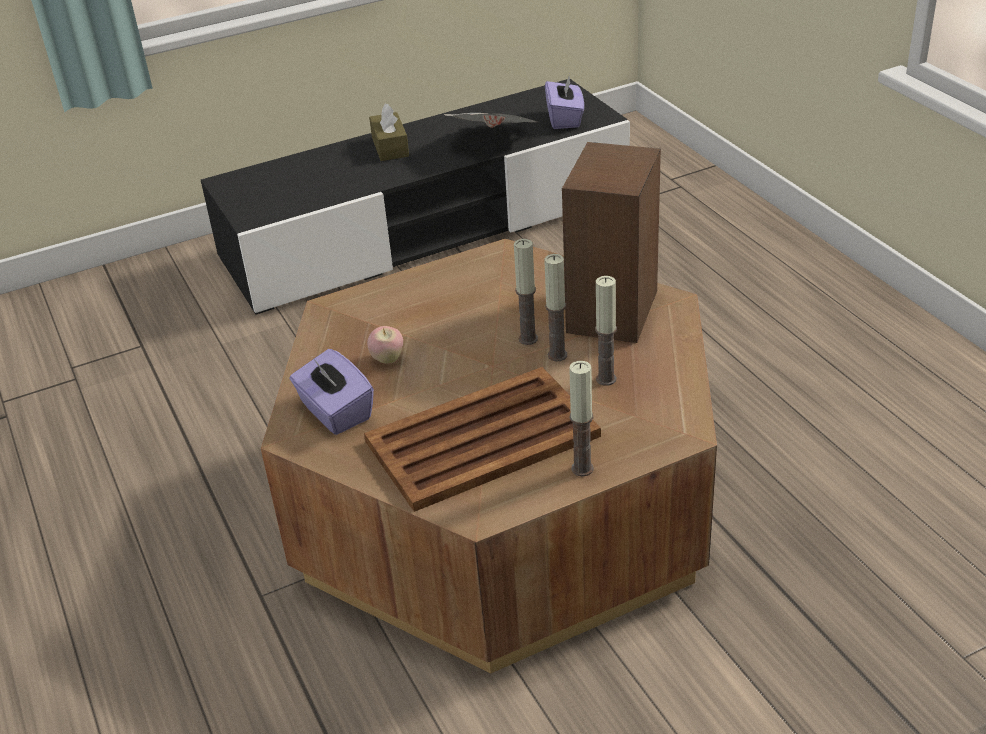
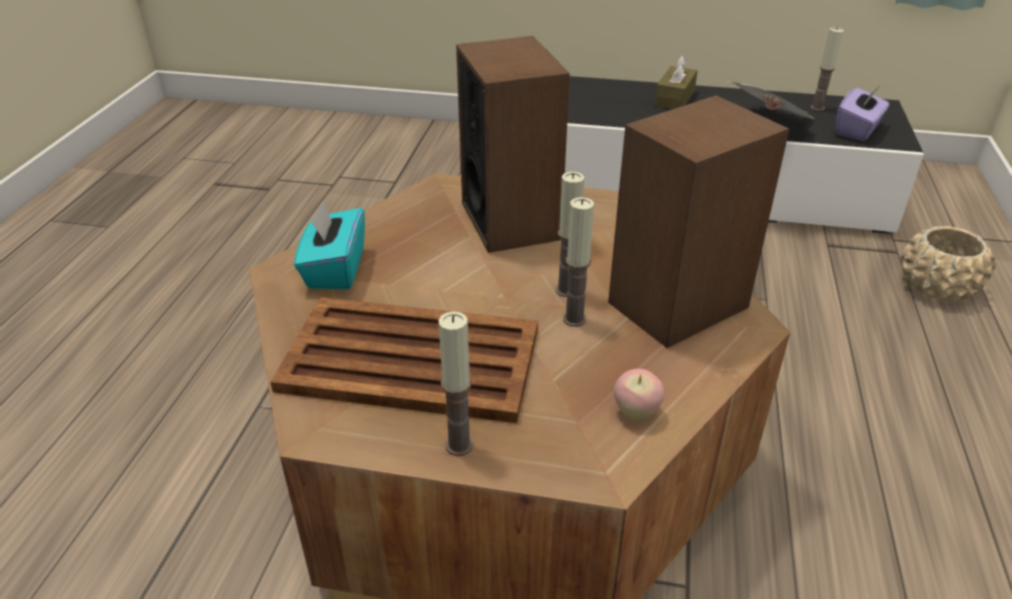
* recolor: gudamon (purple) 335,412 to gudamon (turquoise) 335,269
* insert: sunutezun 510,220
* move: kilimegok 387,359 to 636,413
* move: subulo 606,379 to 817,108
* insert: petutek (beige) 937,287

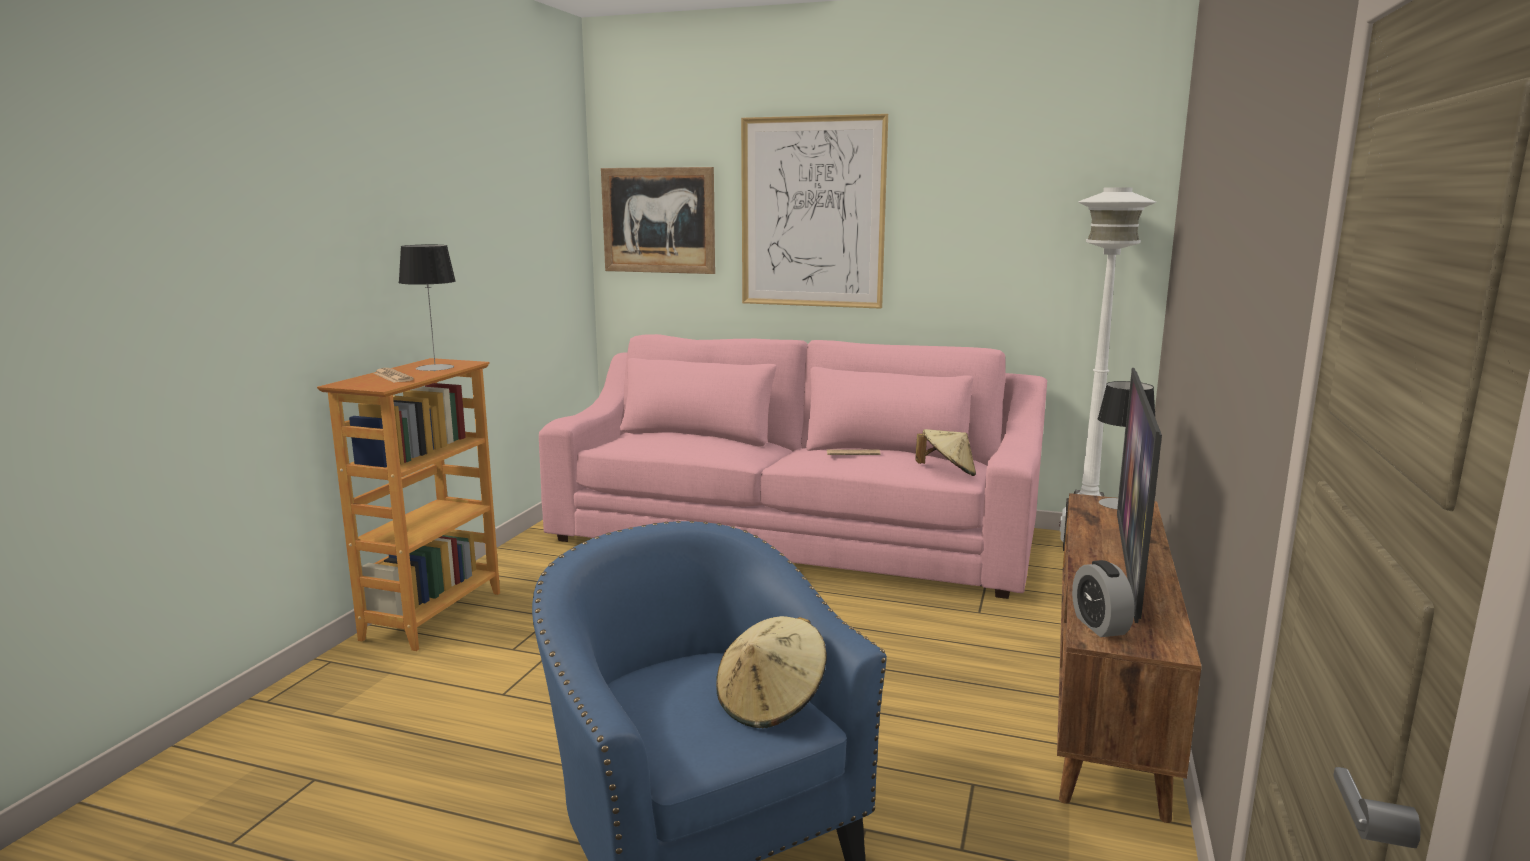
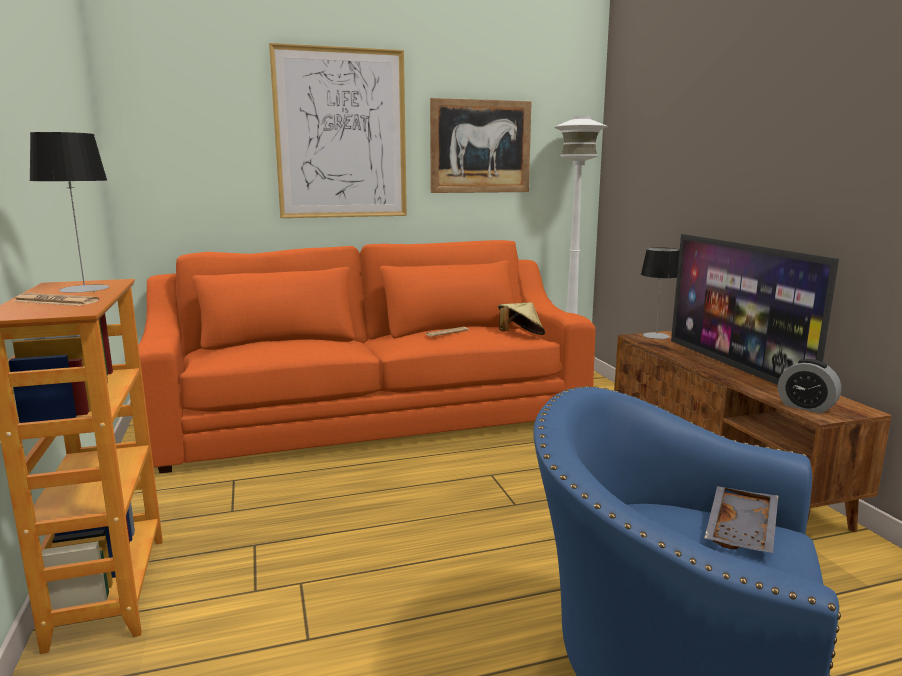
* recolor: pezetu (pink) 793,535 to pezetu (orange) 373,416
* move: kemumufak 658,220 to 480,146
* replace: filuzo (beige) 771,703 to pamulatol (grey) 743,530

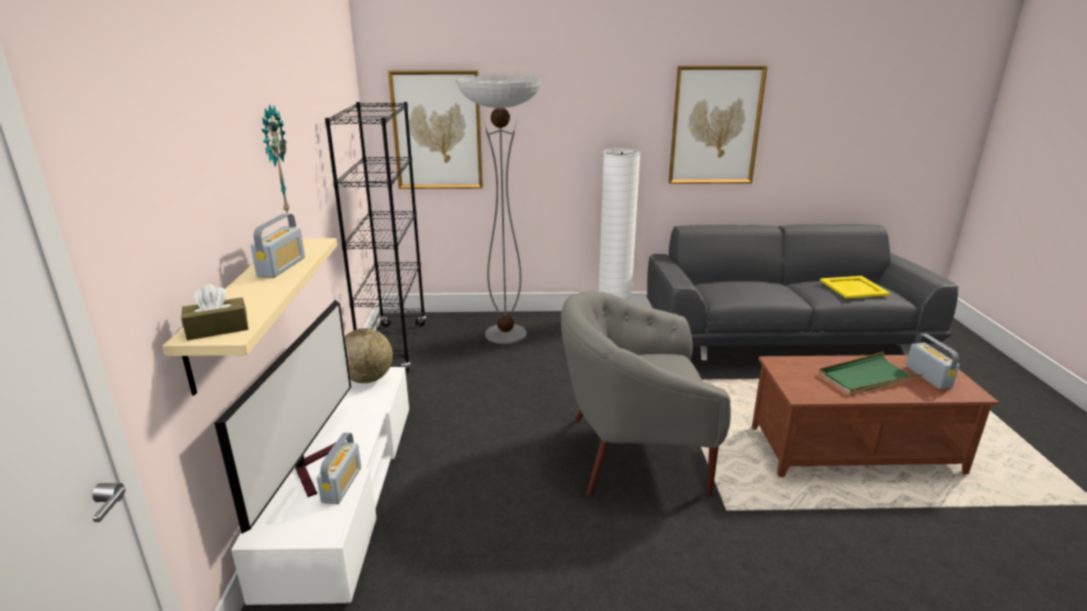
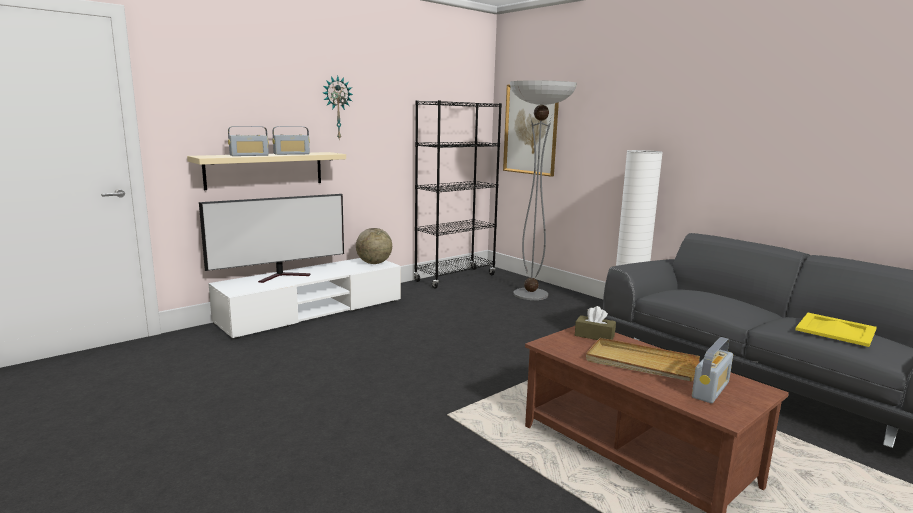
* move: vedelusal 342,485 to 249,155
* move: gudamon (brown) 218,329 to 594,336
* recolor: pamulatol (green) 867,377 to pamulatol (beige) 641,363
* delete: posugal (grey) 636,452
* delete: kemumufak 715,126

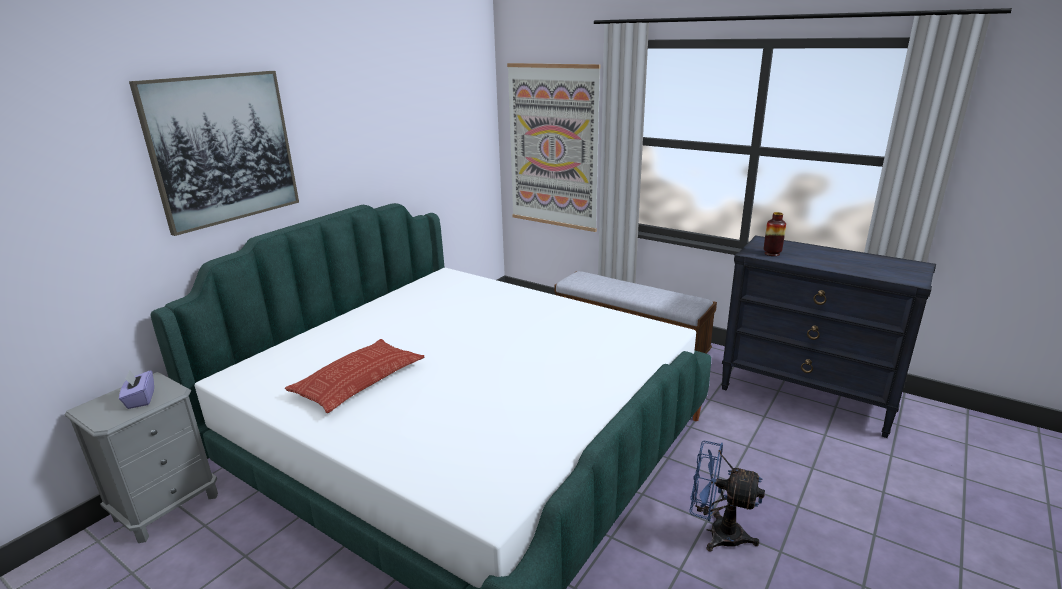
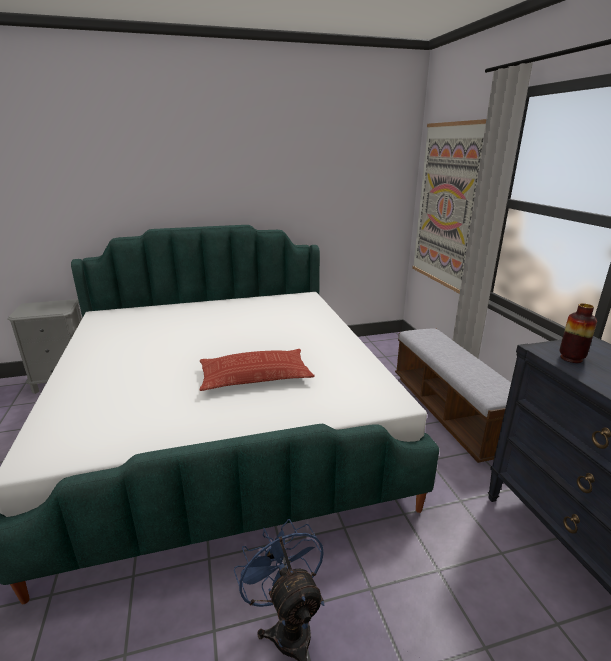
* move: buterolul 359,381 to 255,376
* delete: gudamon (purple) 140,399
* delete: kemumufak 223,149

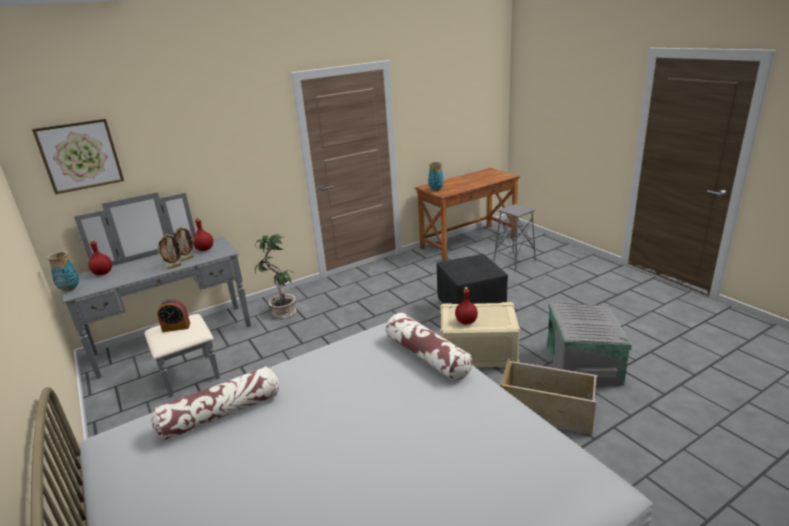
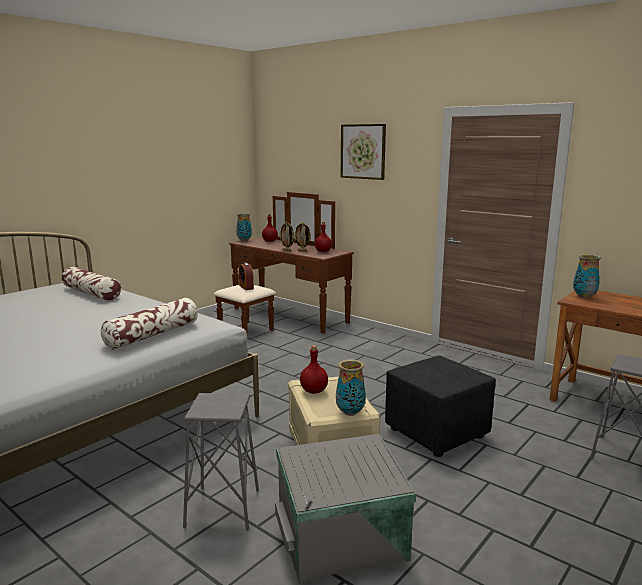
* replace: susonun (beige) 547,412 to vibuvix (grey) 223,508
* recolor: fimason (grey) 178,347 to fimason (brown) 280,319
* insert: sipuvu 350,412
* move: kemumufak 80,156 to 363,151
* delete: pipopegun 282,312

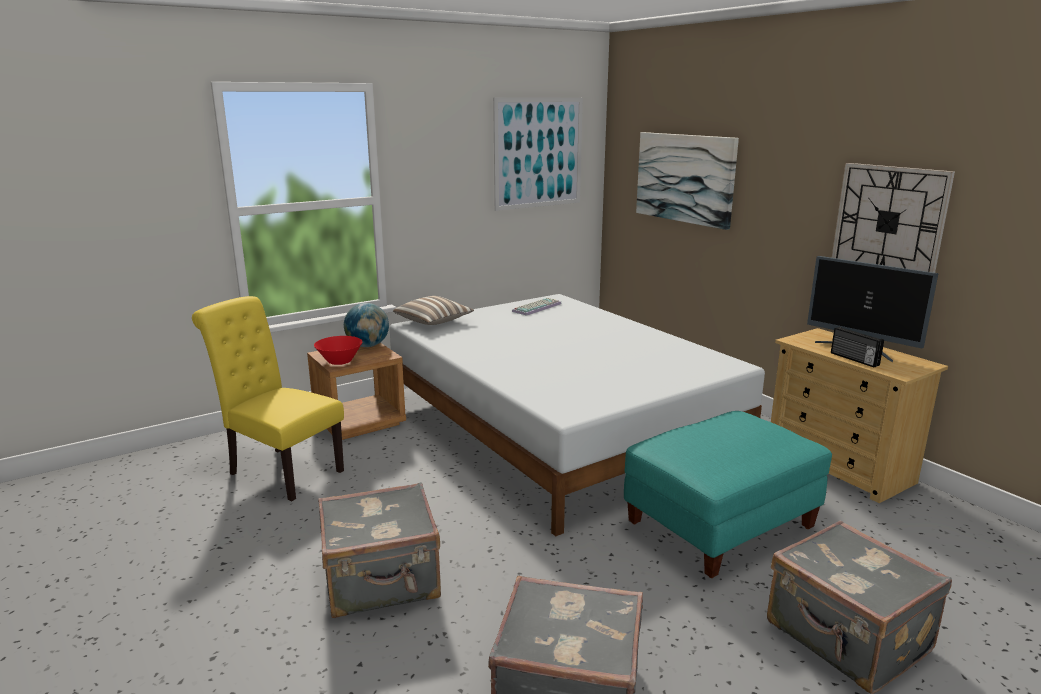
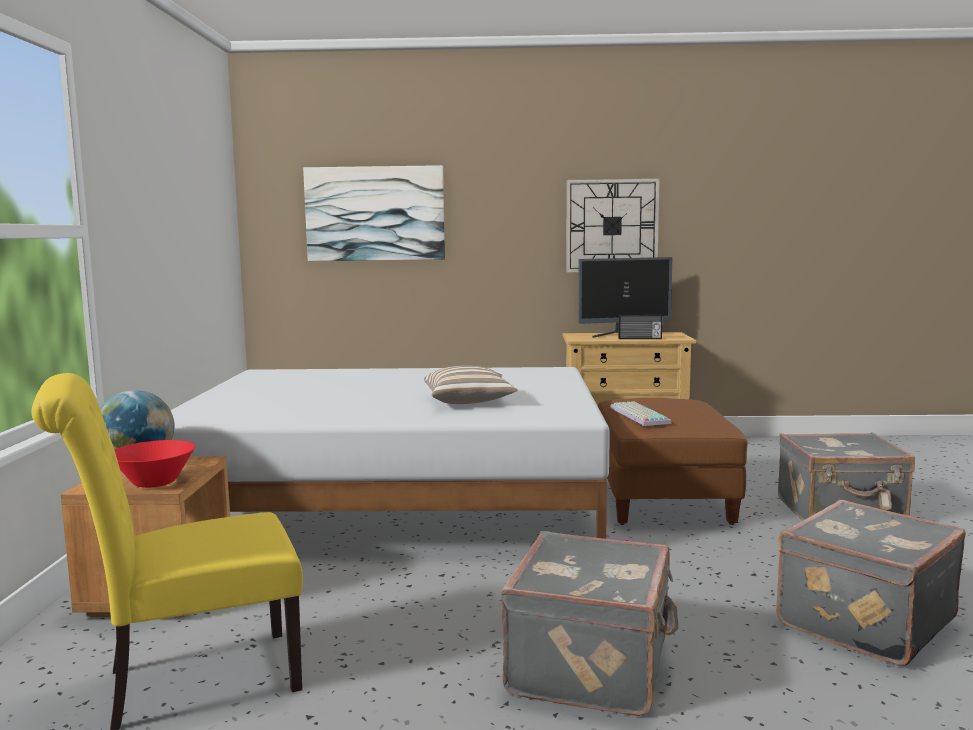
* move: buterolul 434,322 to 469,402
* recolor: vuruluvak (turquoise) 720,525 to vuruluvak (brown) 662,499
* move: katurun 536,307 to 637,415
* delete: kemumufak 538,153

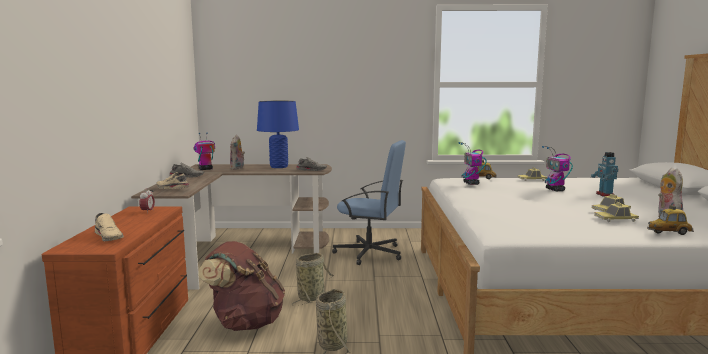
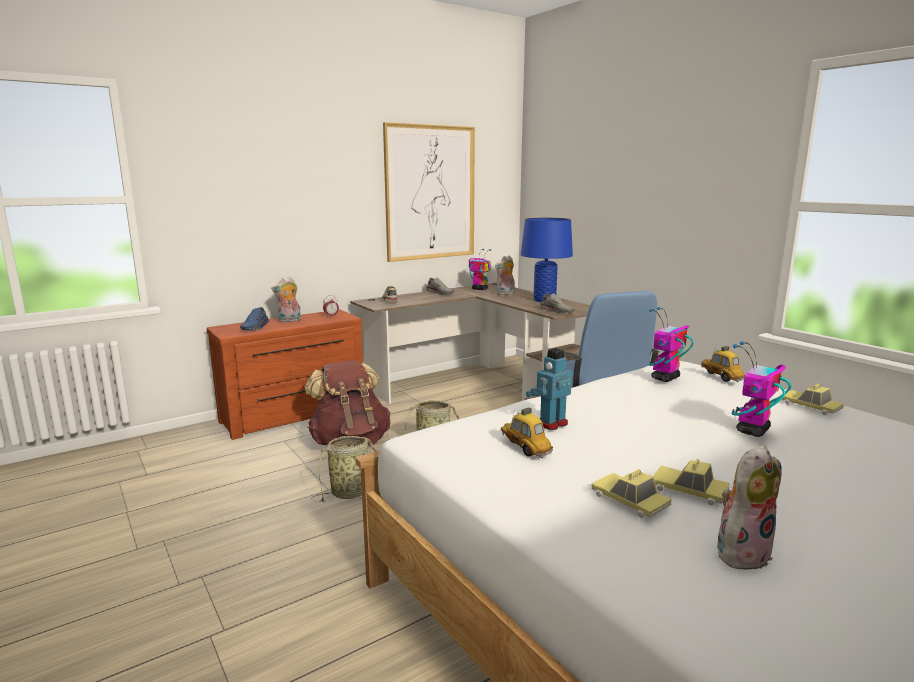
* recolor: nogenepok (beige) 109,236 to nogenepok (blue) 256,327
* insert: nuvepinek 289,321
* insert: kemumufak 430,193
* move: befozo 669,233 to 524,448
* move: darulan 604,195 to 551,423

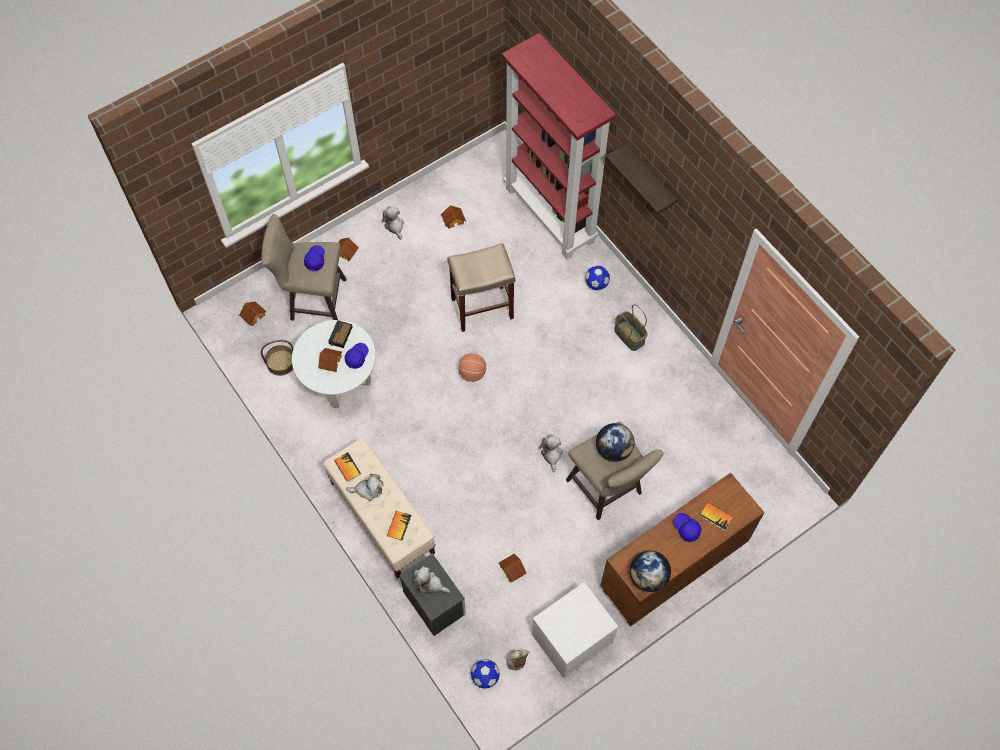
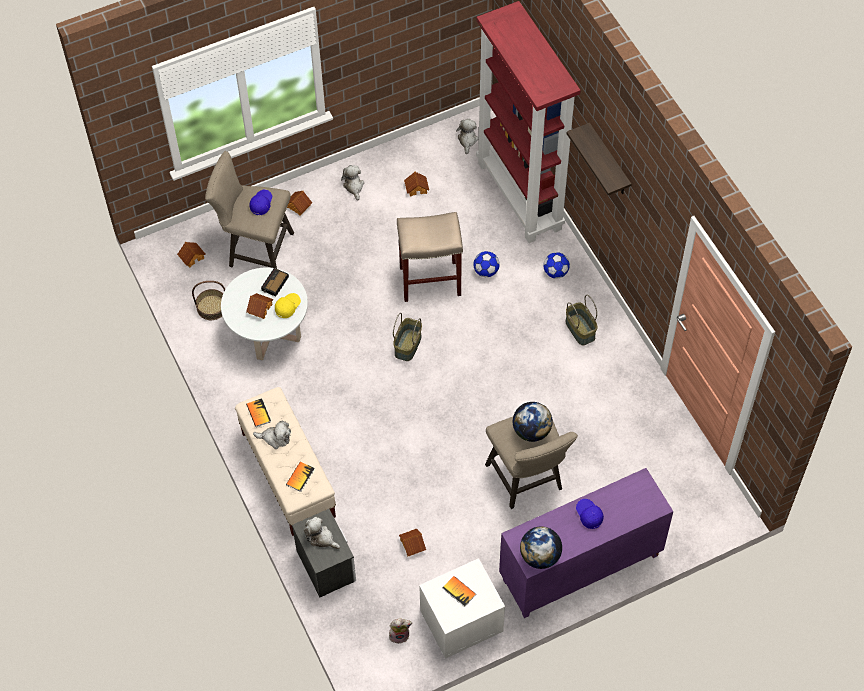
* recolor: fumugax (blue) 357,357 to fumugax (yellow) 287,307
* replace: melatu 472,373 to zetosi 407,345
* move: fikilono 716,516 to 459,591
* move: nuvepinek 551,454 to 467,140
* move: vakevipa 485,677 to 486,271
* recolor: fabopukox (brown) 672,569 to fabopukox (purple) 580,569

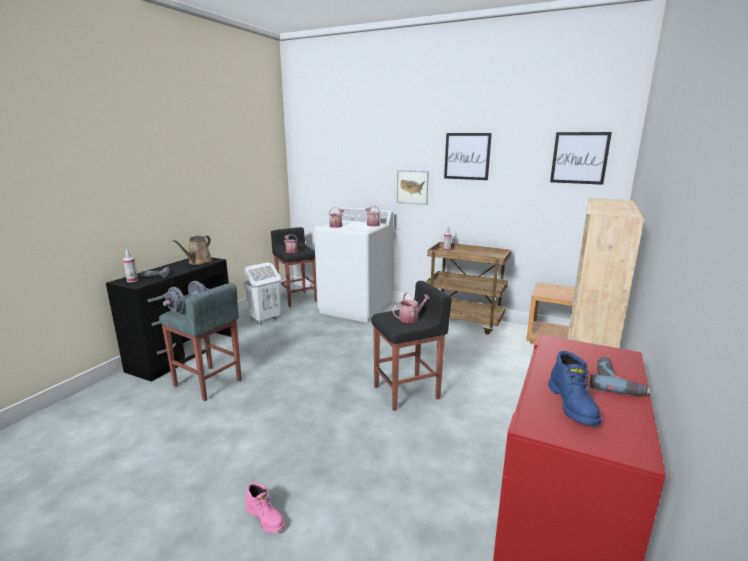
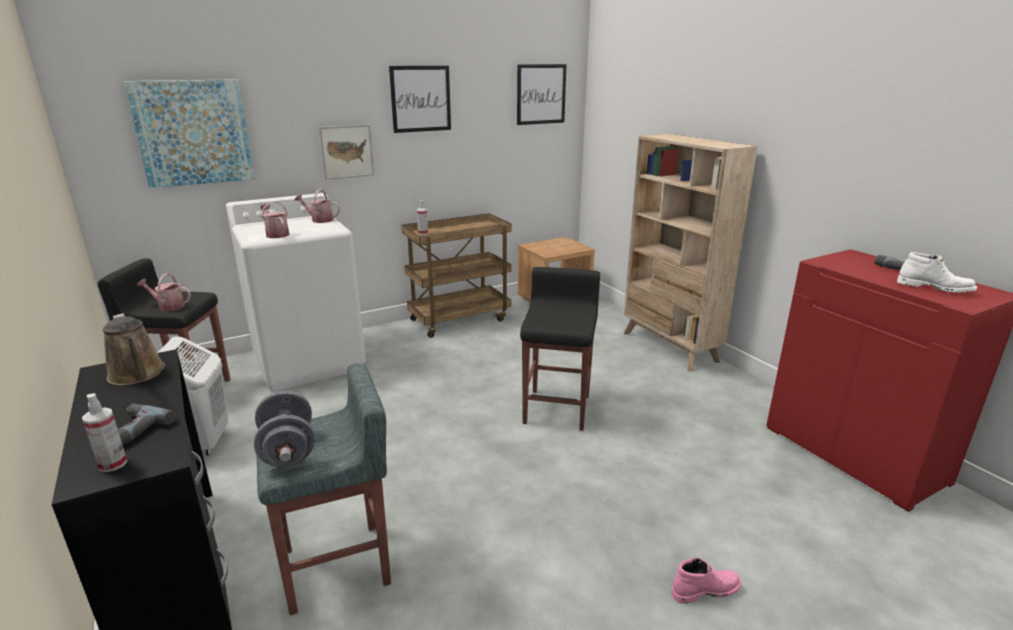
* insert: kemumufak 193,133
* recolor: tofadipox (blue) 573,405 to tofadipox (white) 934,288
* delete: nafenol 411,318

